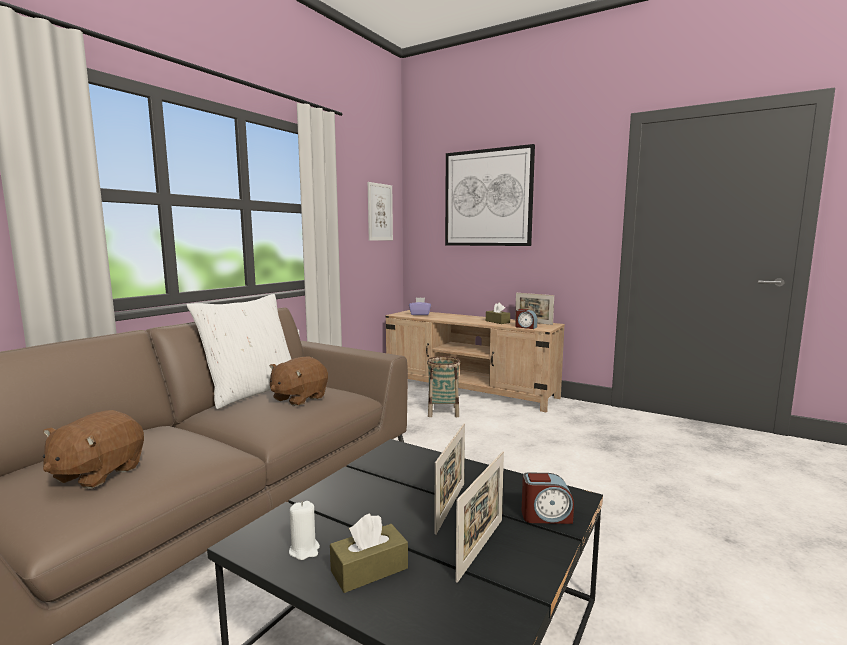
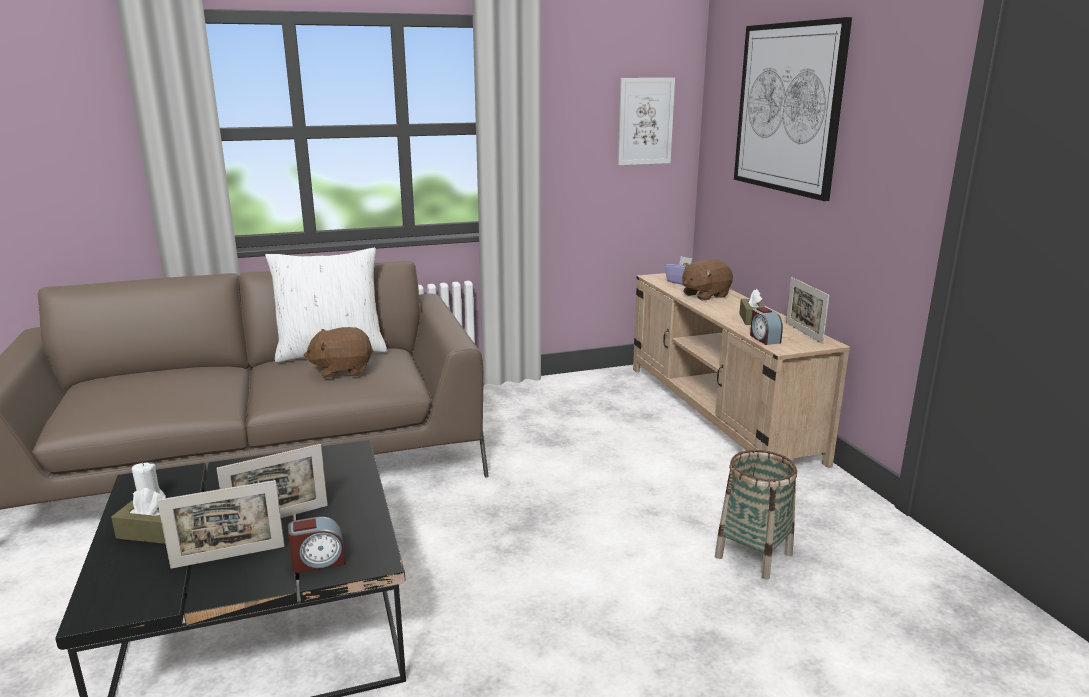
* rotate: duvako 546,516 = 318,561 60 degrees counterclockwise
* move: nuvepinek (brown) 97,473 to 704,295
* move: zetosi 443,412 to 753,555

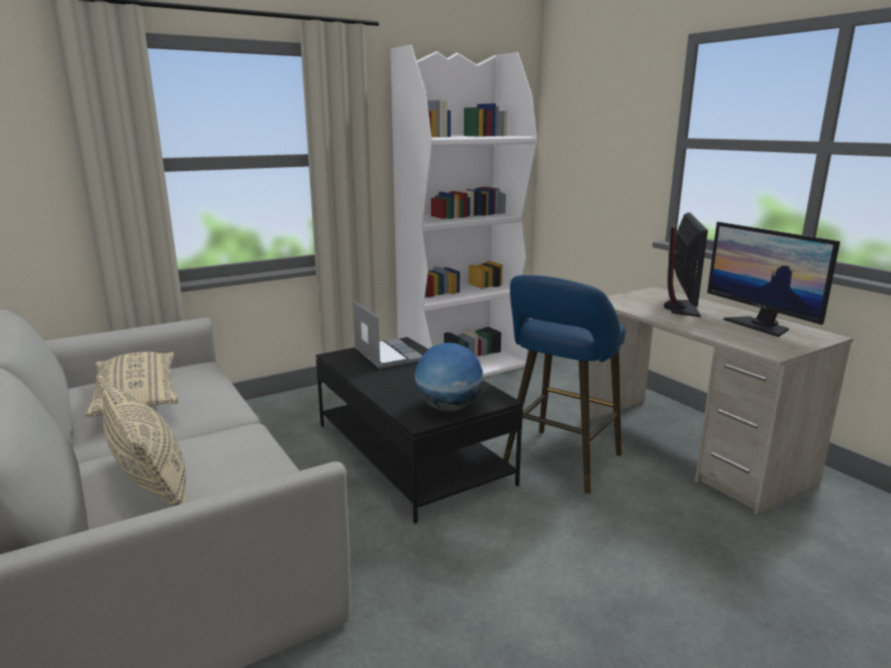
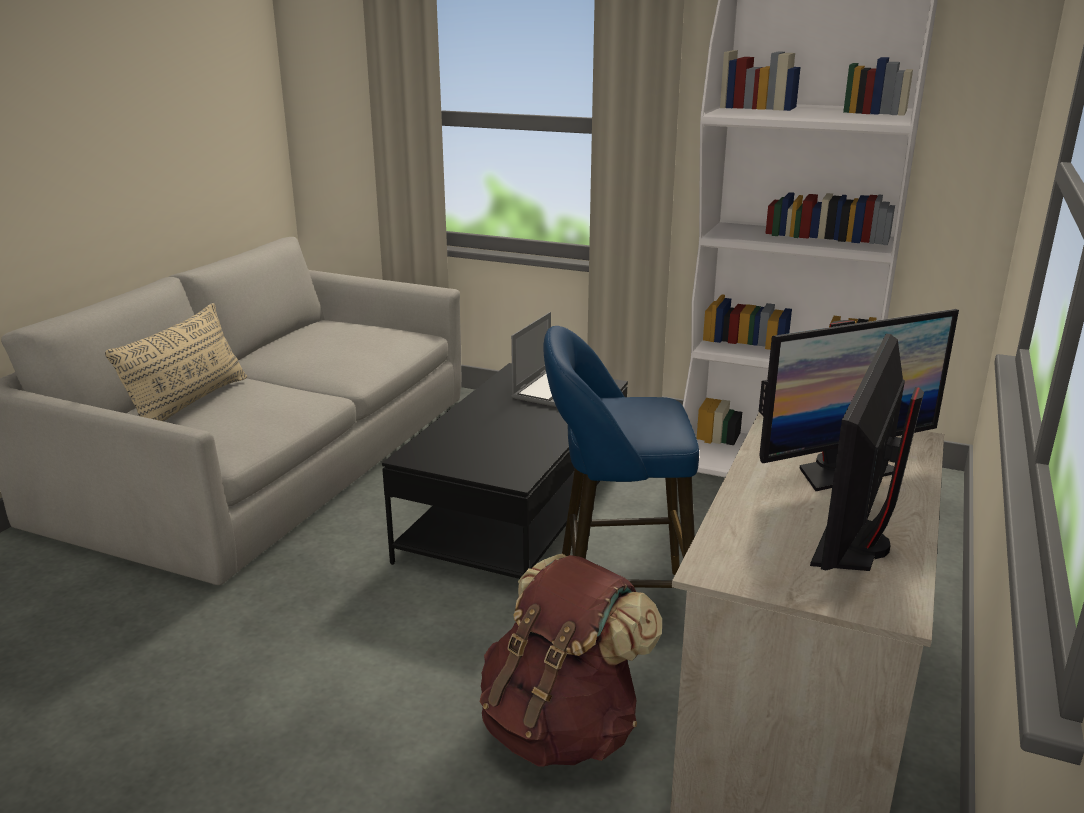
* insert: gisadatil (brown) 562,728
* delete: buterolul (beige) 137,397
* delete: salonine 448,408

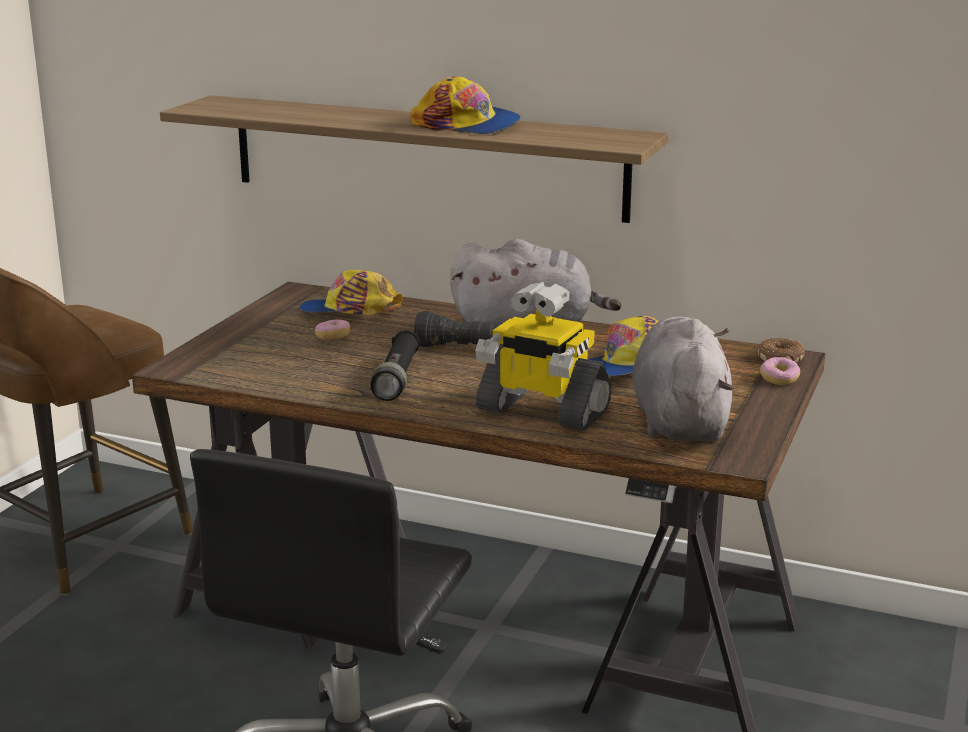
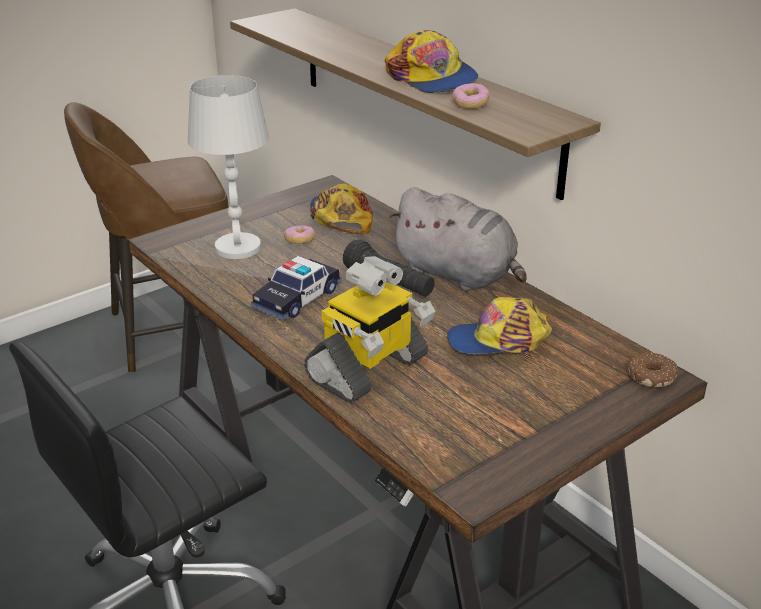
* insert: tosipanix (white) 237,247
* replace: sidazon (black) 397,378 to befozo 297,298
* rotate: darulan 541,410 = 368,370 105 degrees counterclockwise
* rotate: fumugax 349,312 = 340,218 45 degrees clockwise
* move: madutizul 779,379 to 470,104
* delete: nuvepinek (grey) 679,420

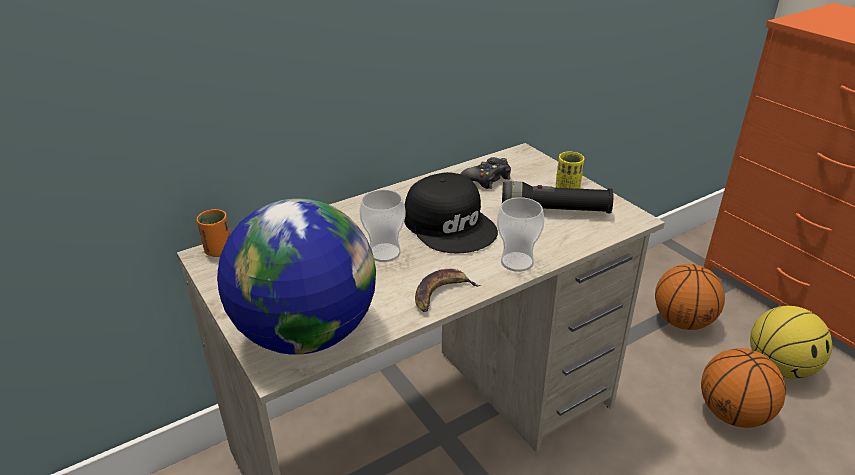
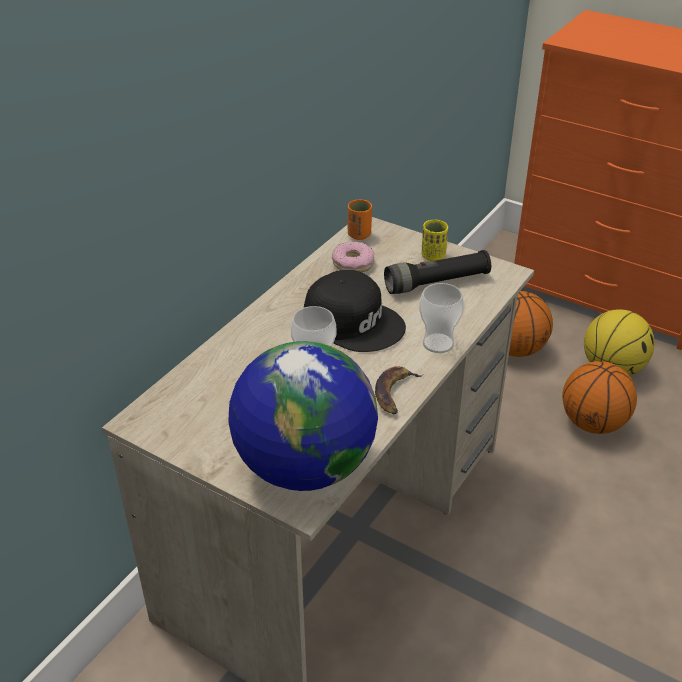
* replace: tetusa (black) 487,179 to madutizul 353,263
* move: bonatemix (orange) 219,251 to 359,235

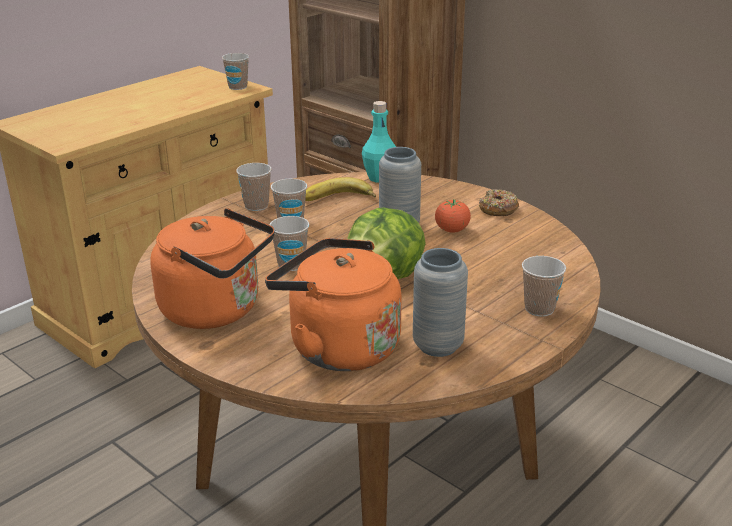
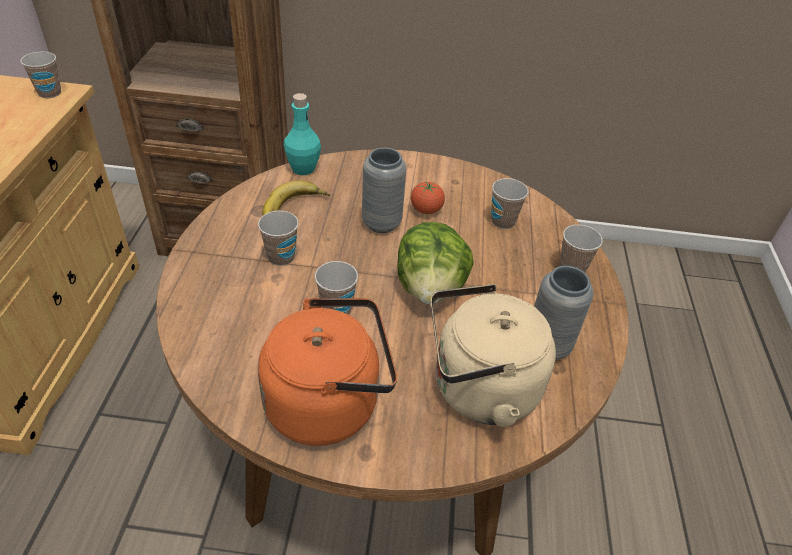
* recolor: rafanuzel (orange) 338,347 to rafanuzel (beige) 478,389
* move: bonatemix 256,206 to 503,221
* delete: madutizul 498,209

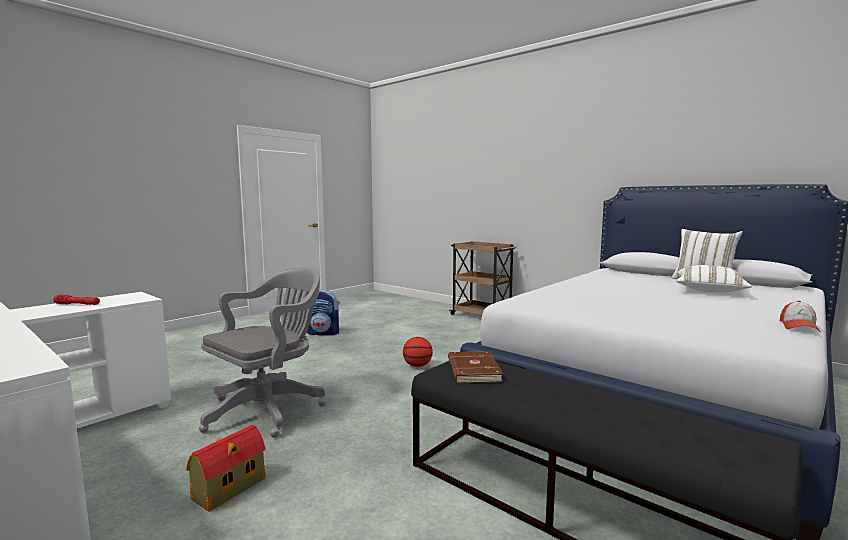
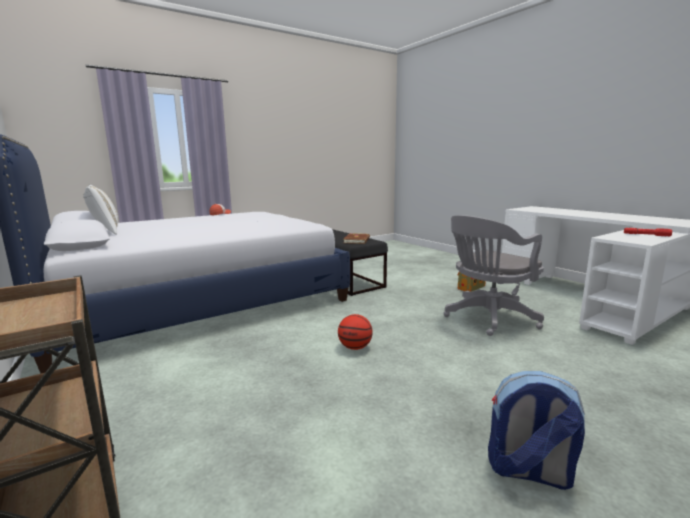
* delete: buterolul (white) 709,291

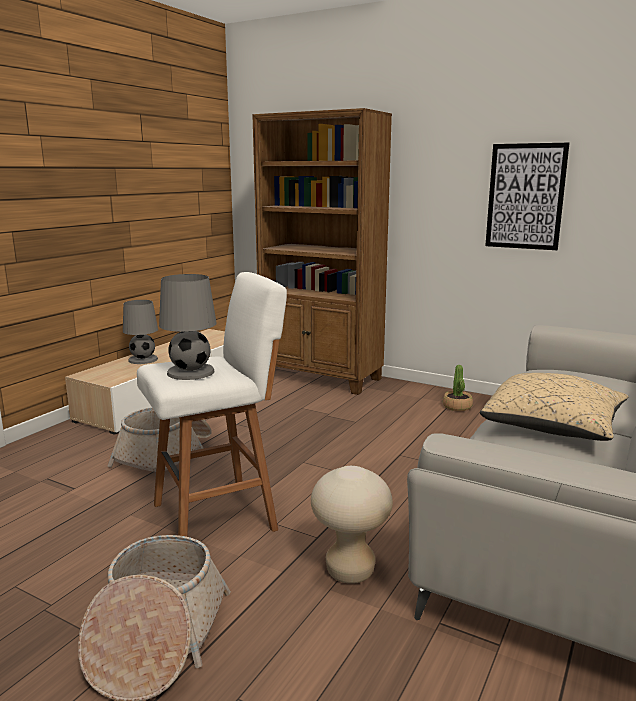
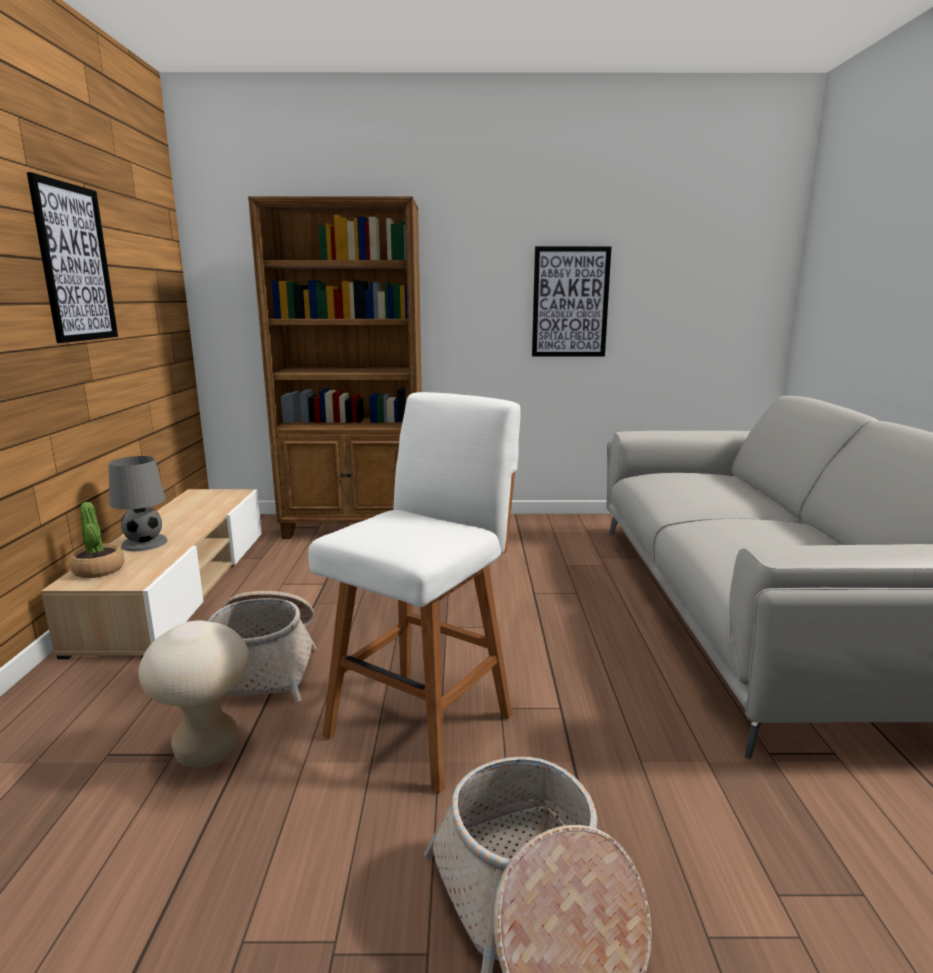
* insert: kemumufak 75,263
* move: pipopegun 457,407 to 99,570
* move: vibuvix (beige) 350,571 to 207,751
* delete: tosipanix (grey) 190,372
* delete: buterolul (beige) 553,427

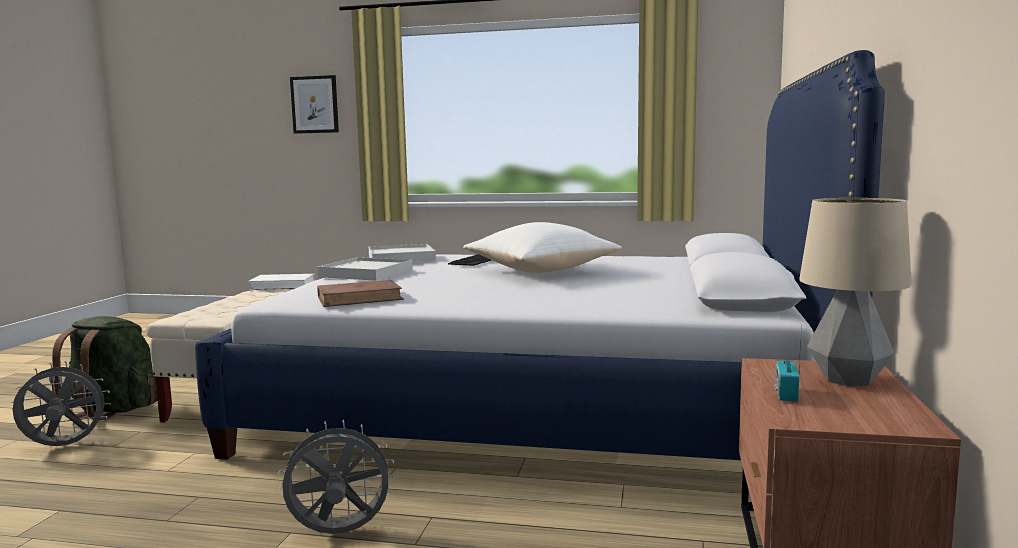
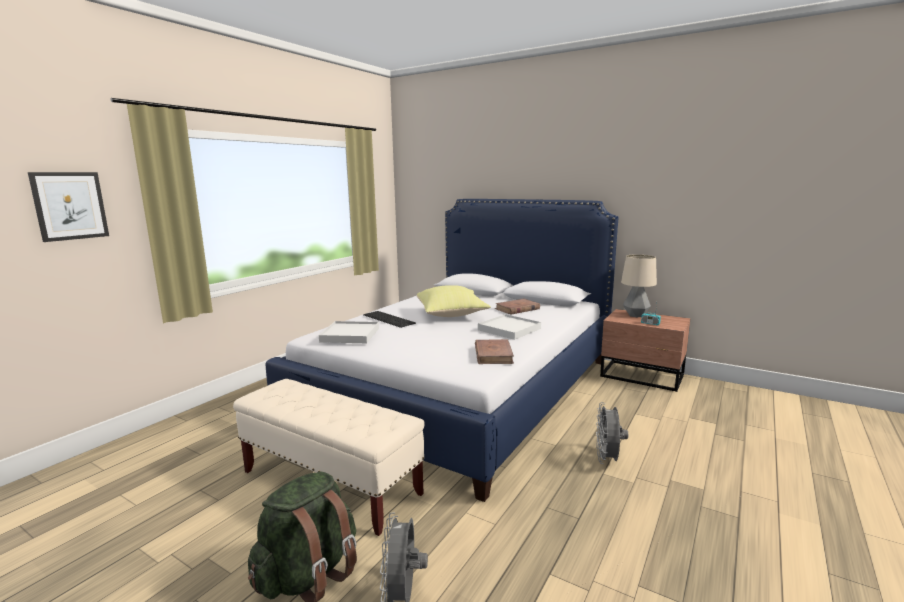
* recolor: buterolul (white) 541,272 to buterolul (yellow) 451,315
* move: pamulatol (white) 366,273 to 509,329
* insert: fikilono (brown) 517,309
* delete: fikilono (white) 283,286

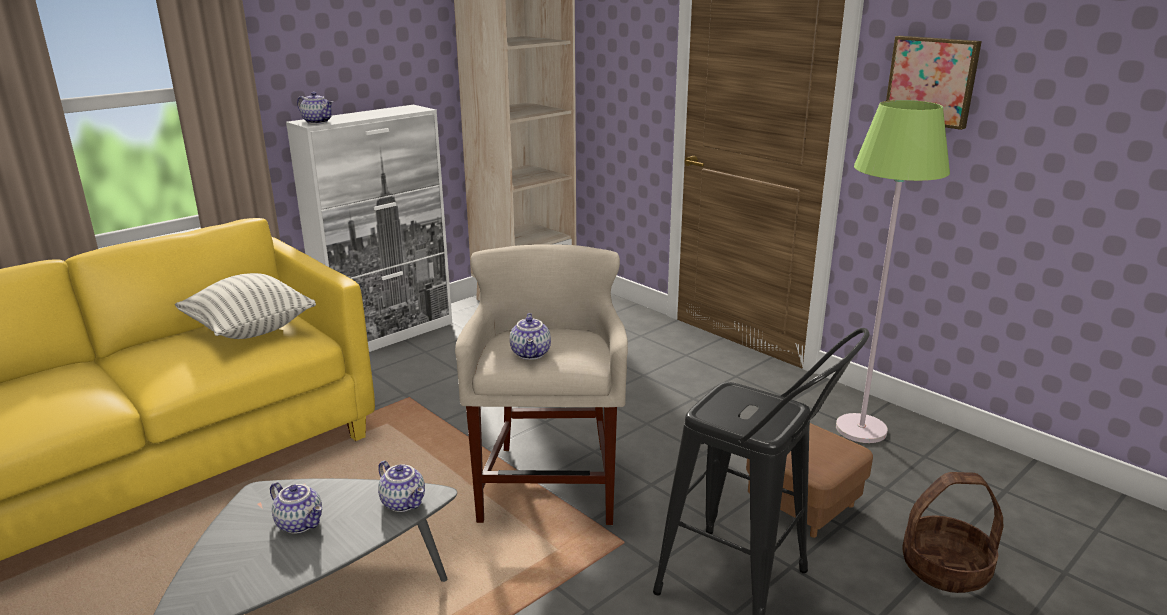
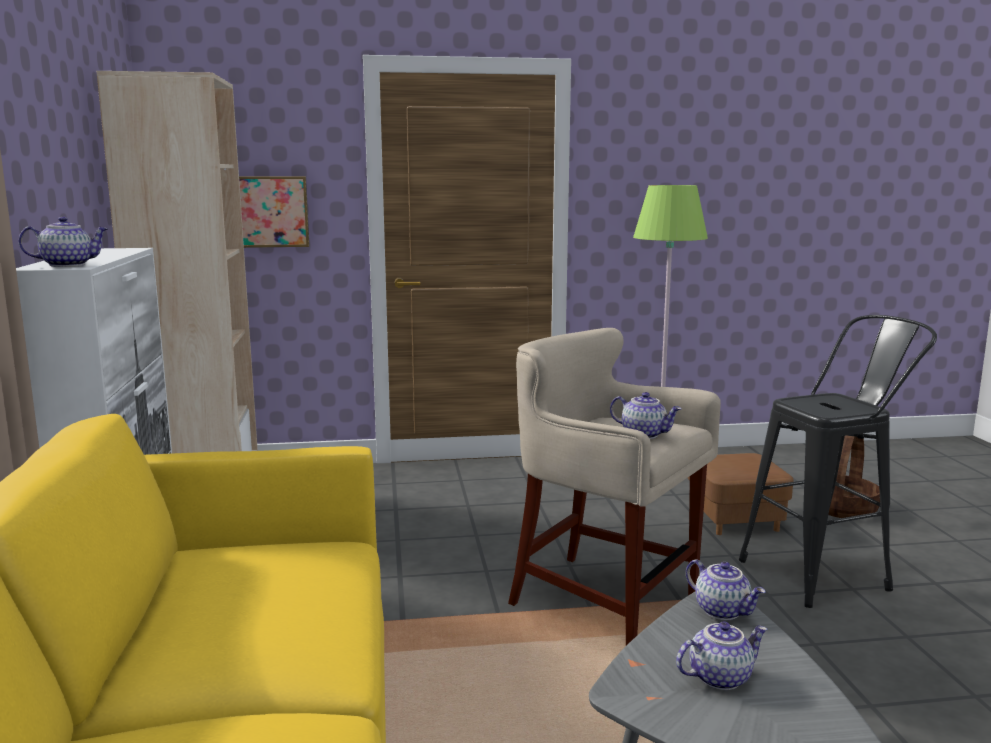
* move: kemumufak 932,81 to 272,211
* rotate: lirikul 404,502 = 723,611 60 degrees clockwise
* delete: buterolul 250,330

